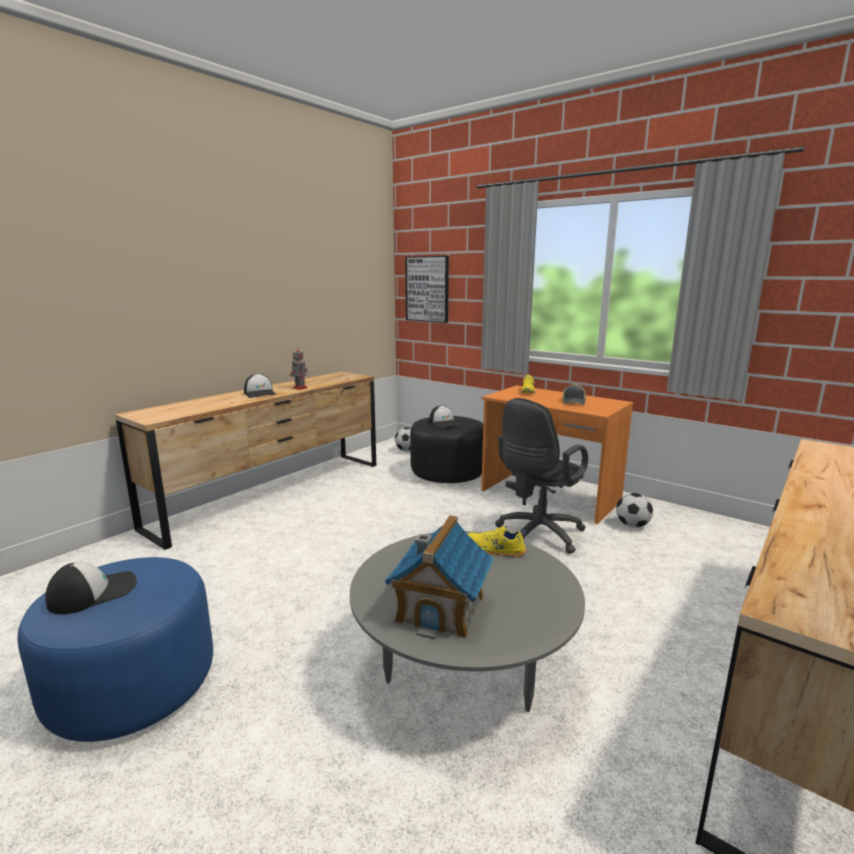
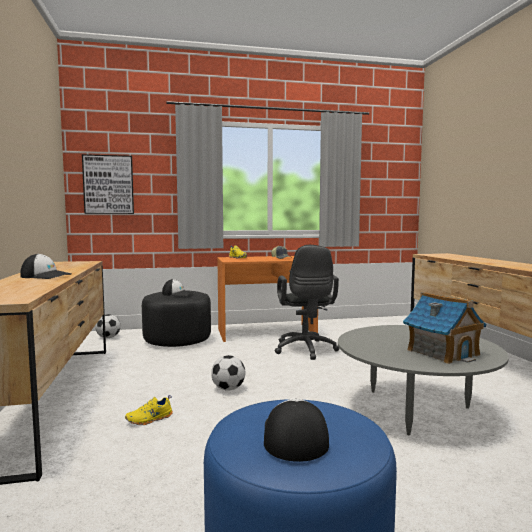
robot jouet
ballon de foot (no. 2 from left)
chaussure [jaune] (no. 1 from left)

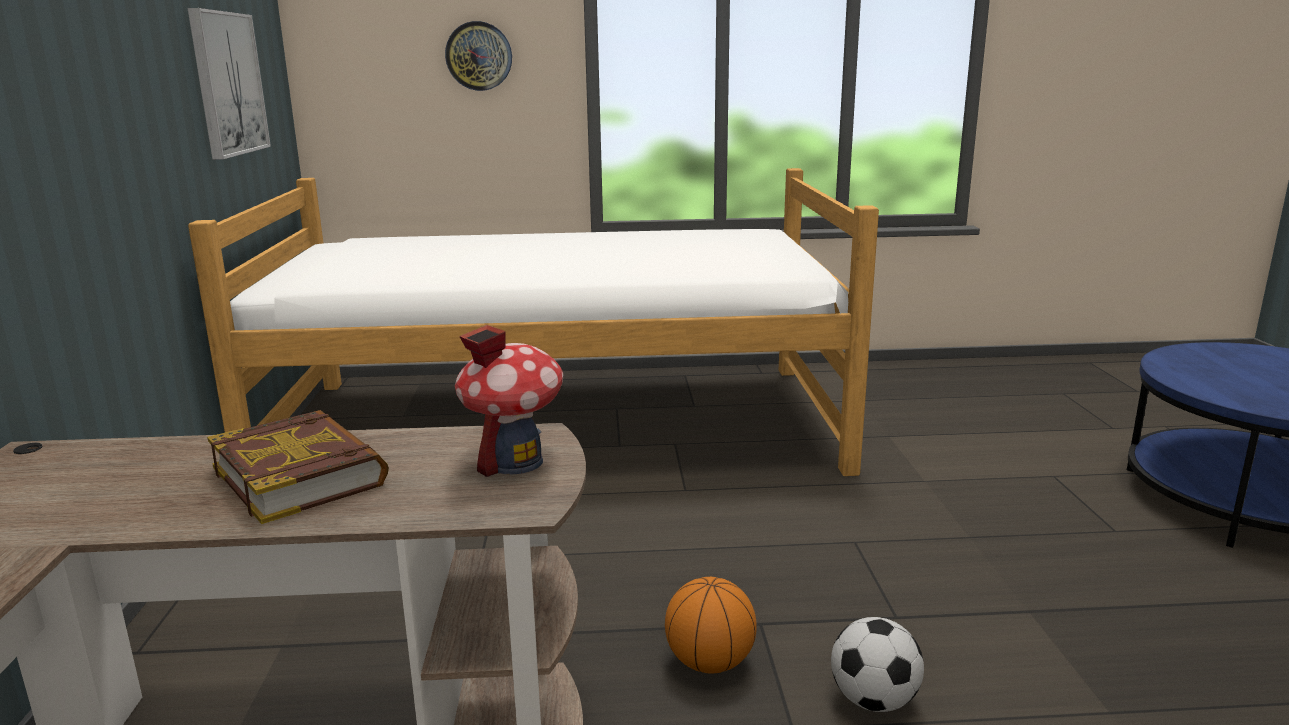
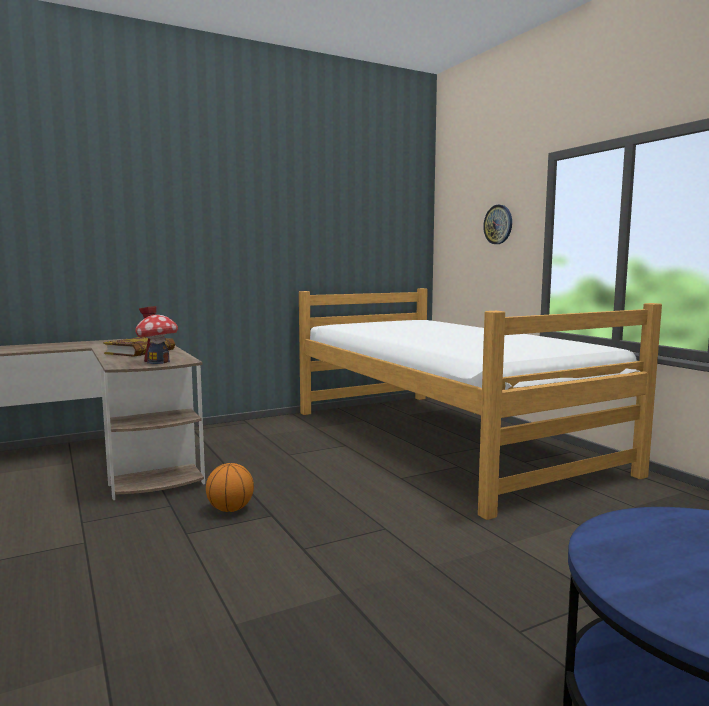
tableau
ballon de foot

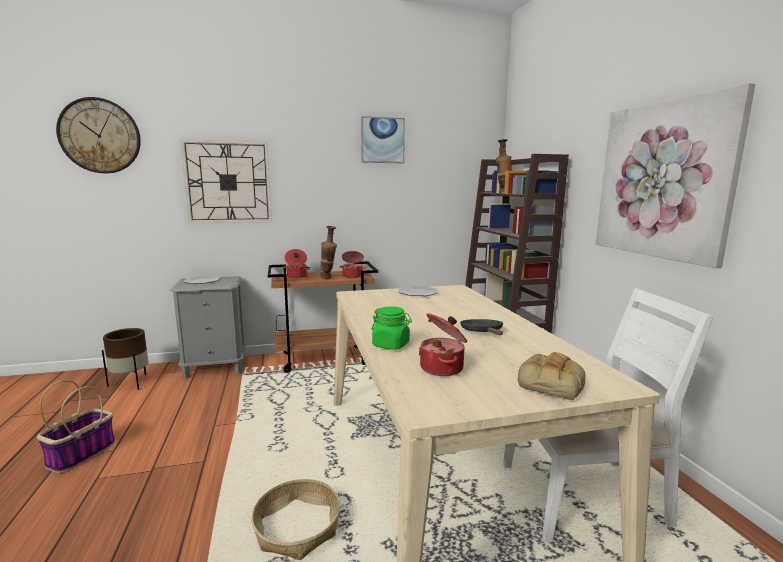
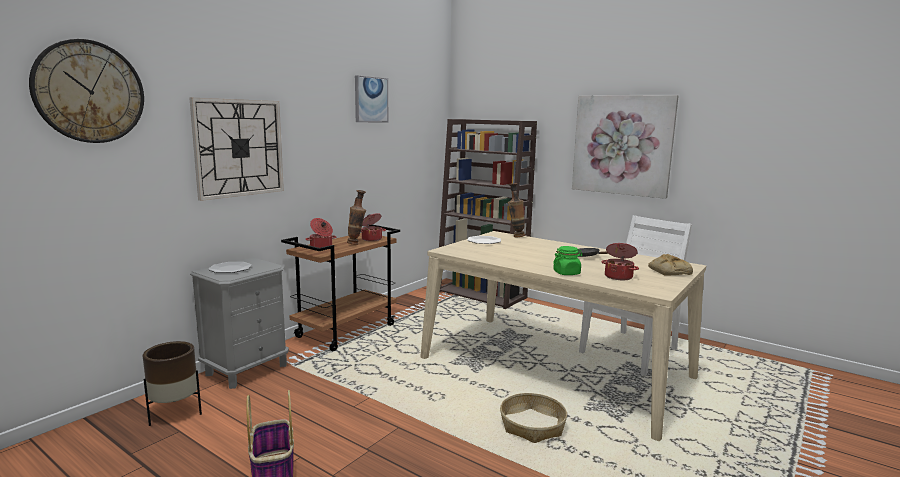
vase (no. 2 from left)

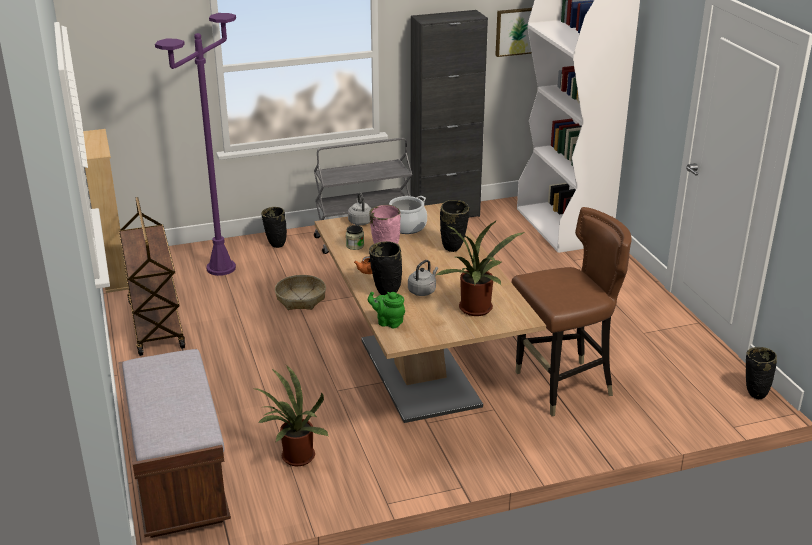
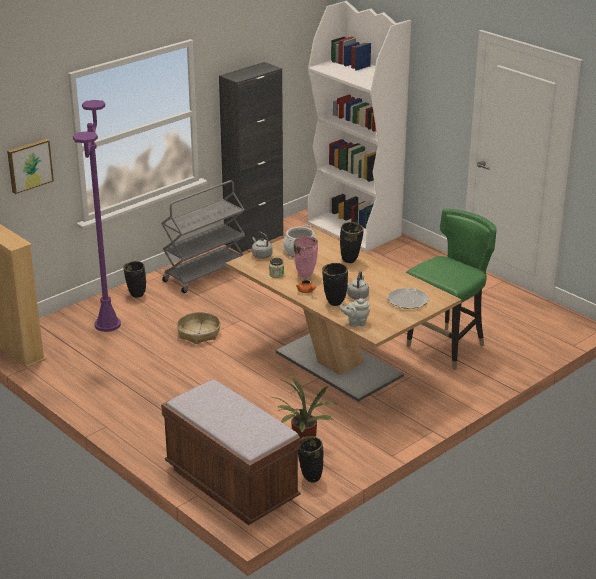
tableau
chariot [marron]
chaise [vert]
assiette
théière [gris]
vase [noir] (no. 2 from left)

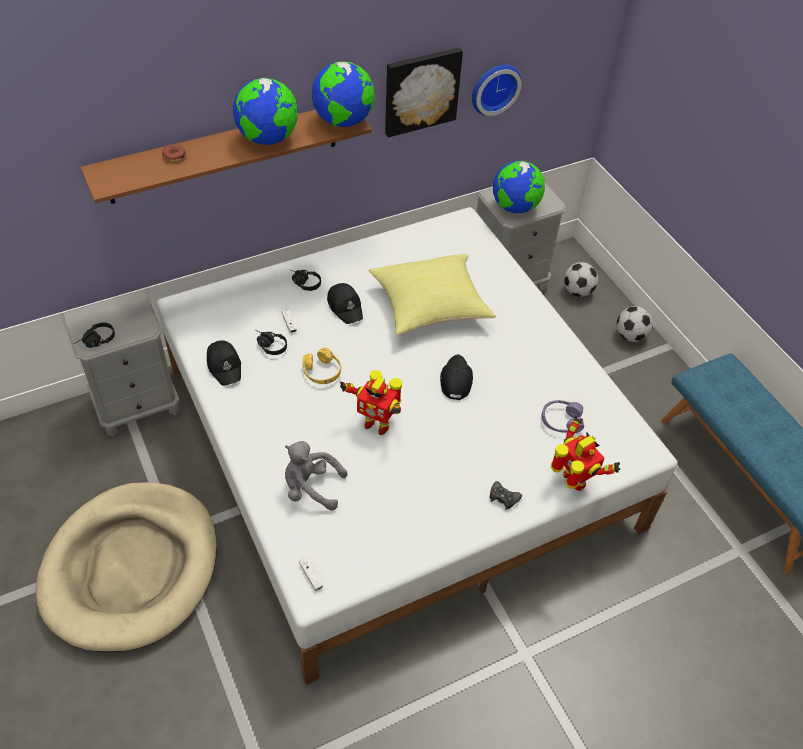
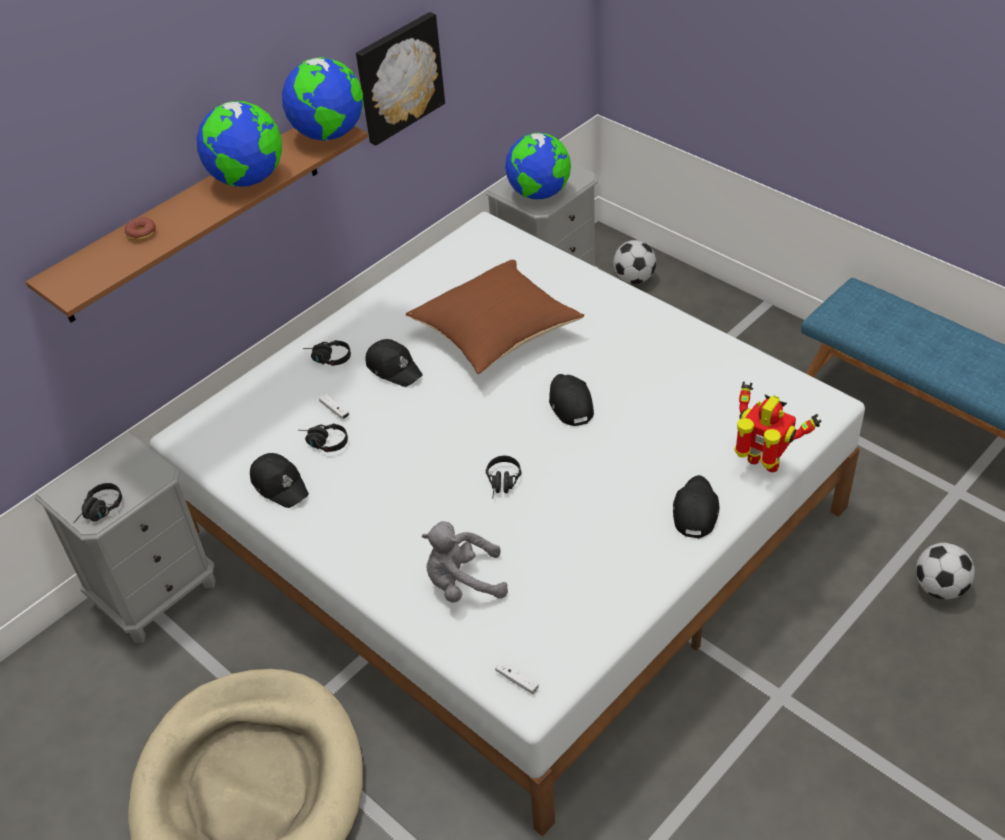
horloge murale
coussin [marron]
ballon de foot (no. 2 from left)
casque audio [jaune]
casque audio [noir] (no. 4 from left)
casque audio [violet]
casquette [noir] (no. 4 from left)

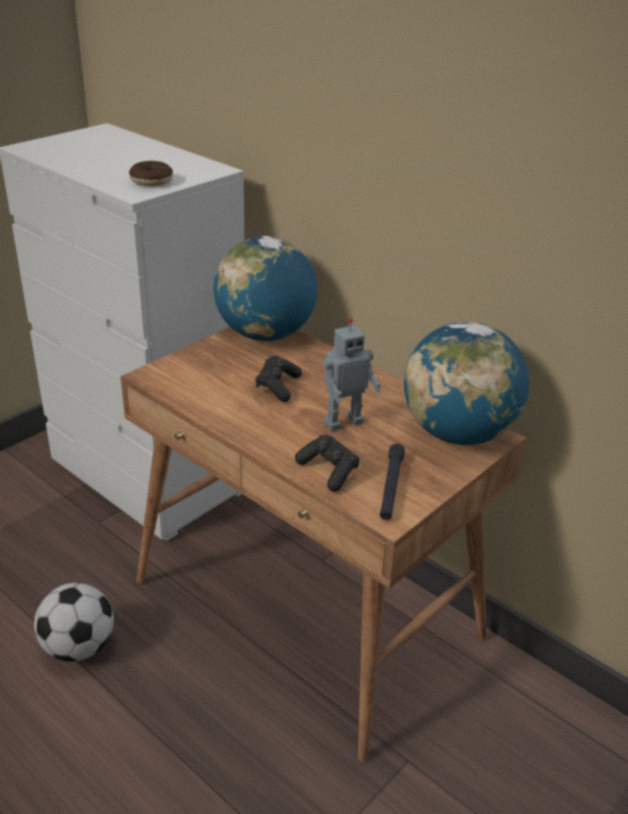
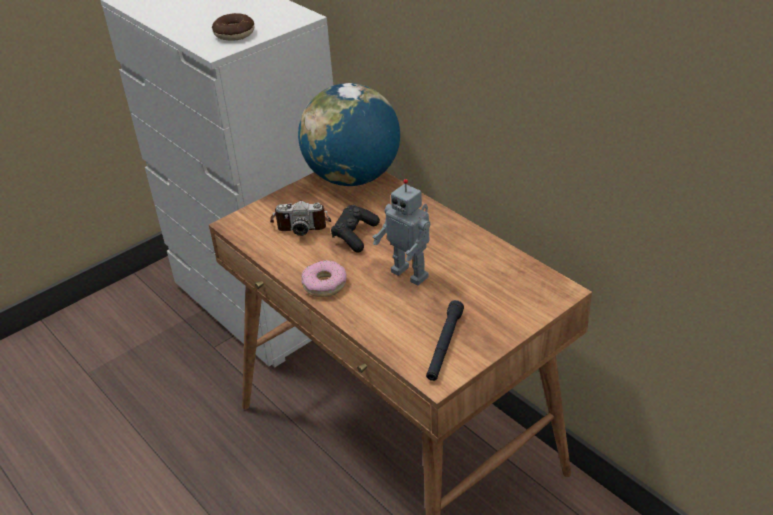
robot jouet
globe (no. 2 from left in the first image)
manette [noir] (no. 2 from left in the first image)
ballon de foot
appareil photo
beignet (no. 2 from left)

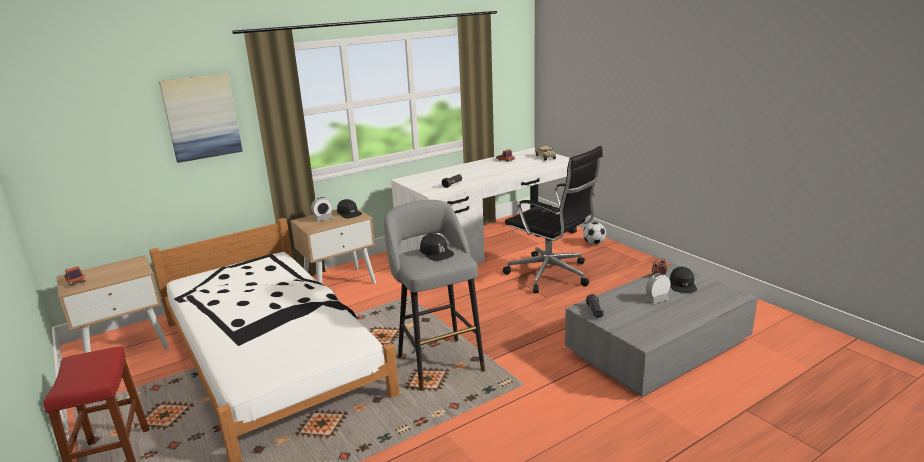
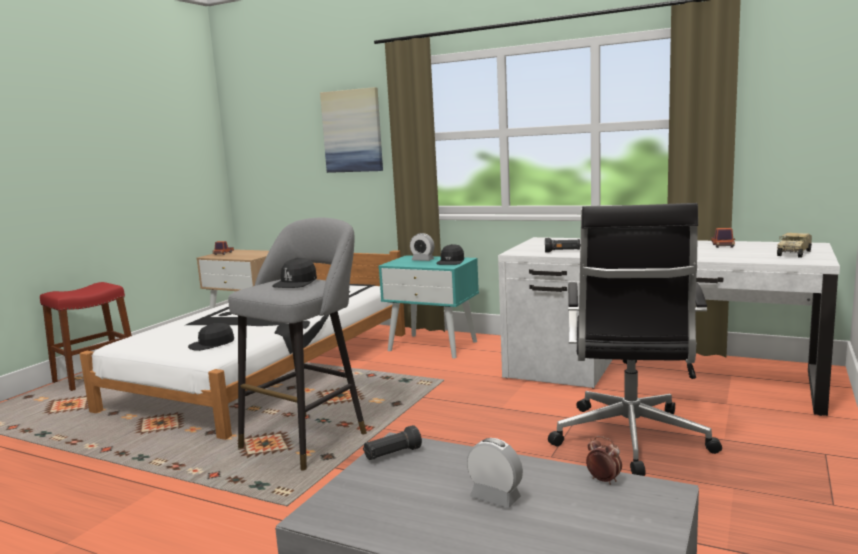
table de chevet [turquoise]
ballon de foot
casquette [noir] (no. 1 from left)

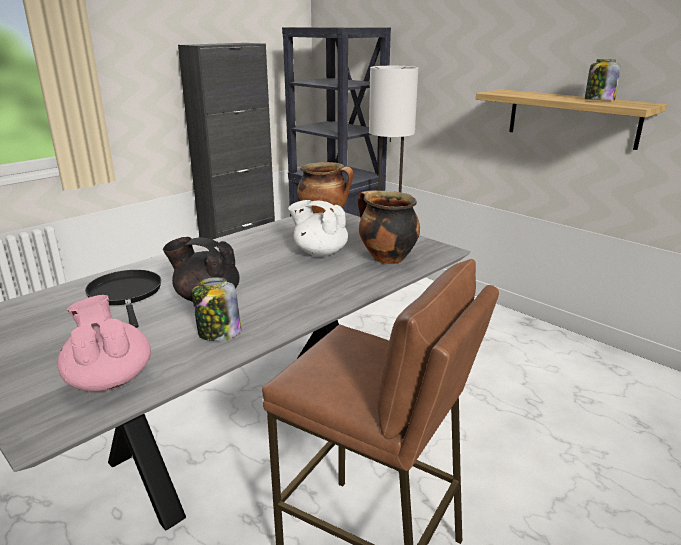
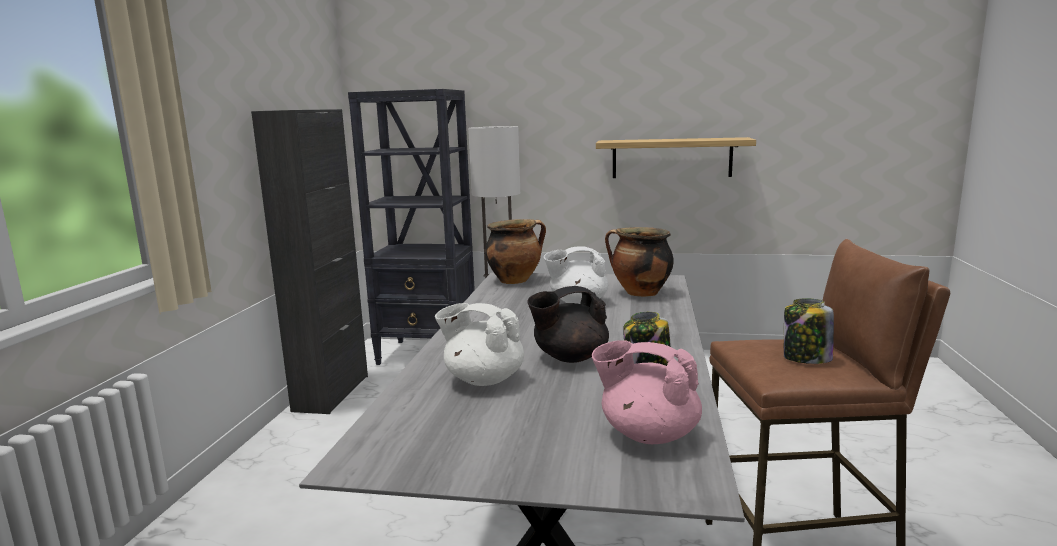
bocal (no. 2 from left)
théière [blanc] (no. 1 from left)

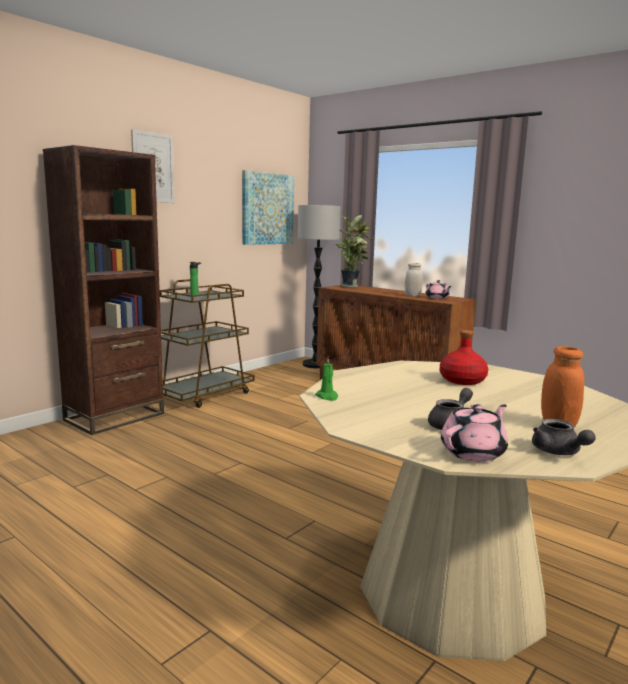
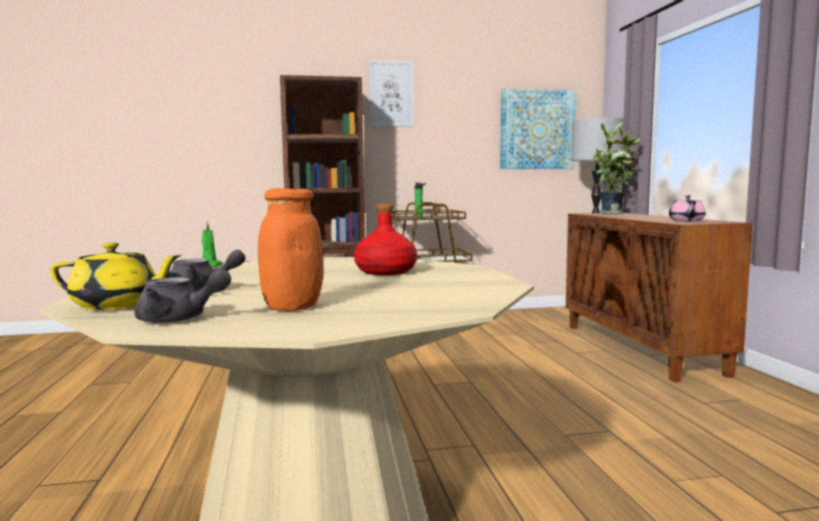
bocal [blanc]
théière [jaune]
théière [gris] (no. 1 from left)

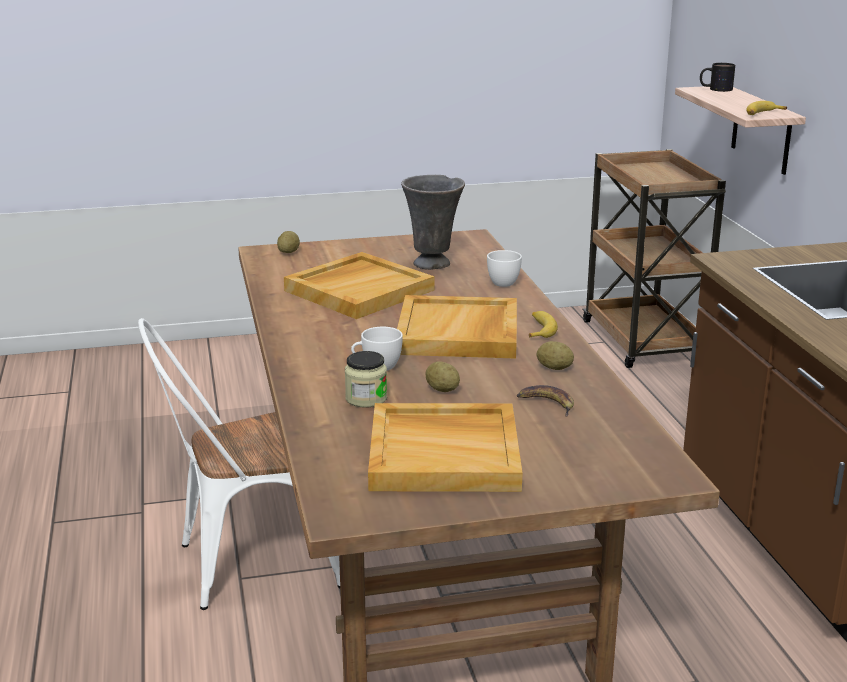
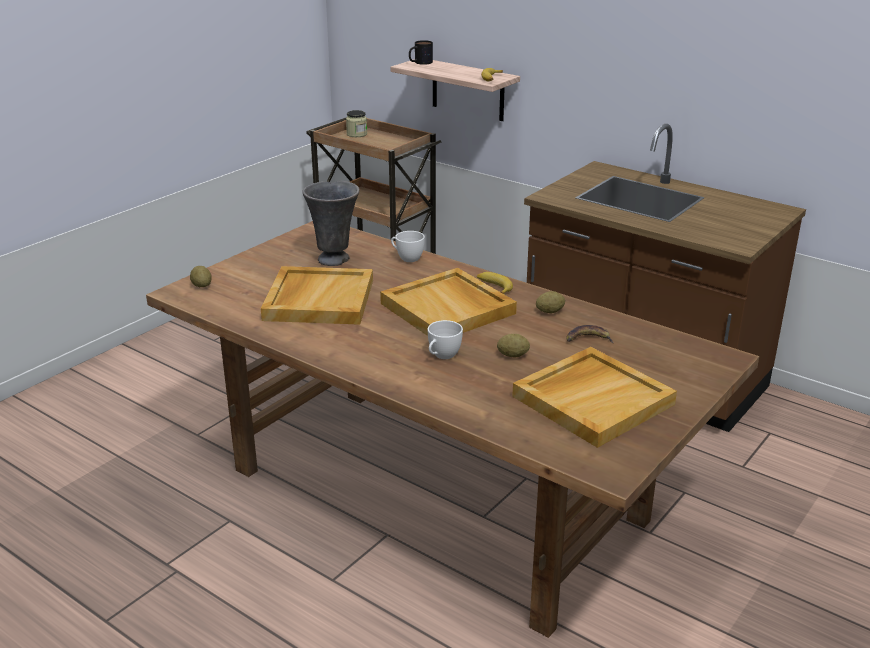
chaise [blanc]
bocal

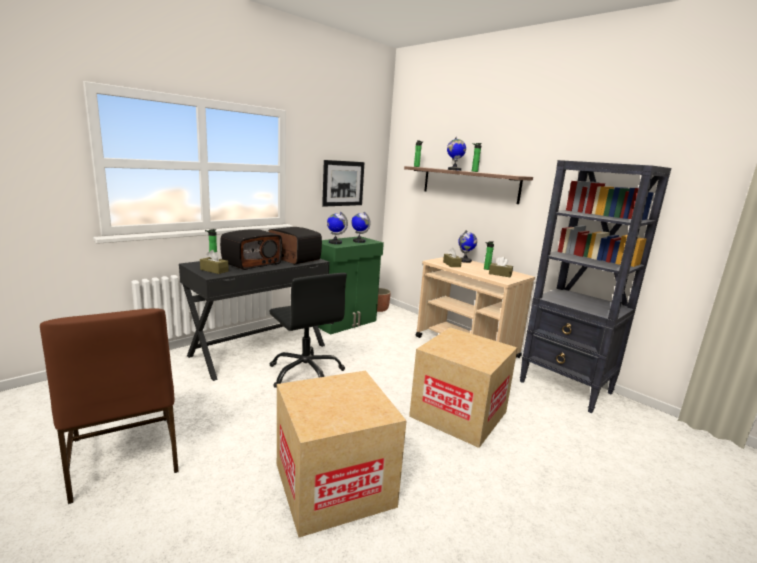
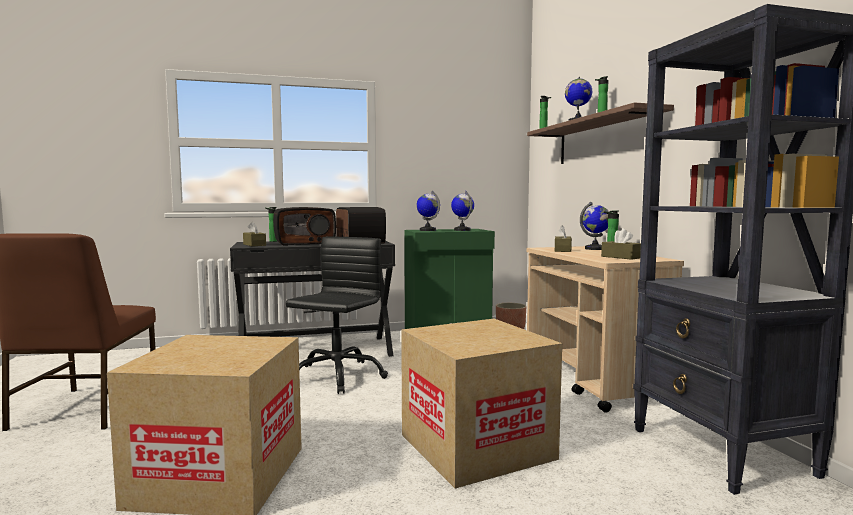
tableau
chaise de bureau [noir]

